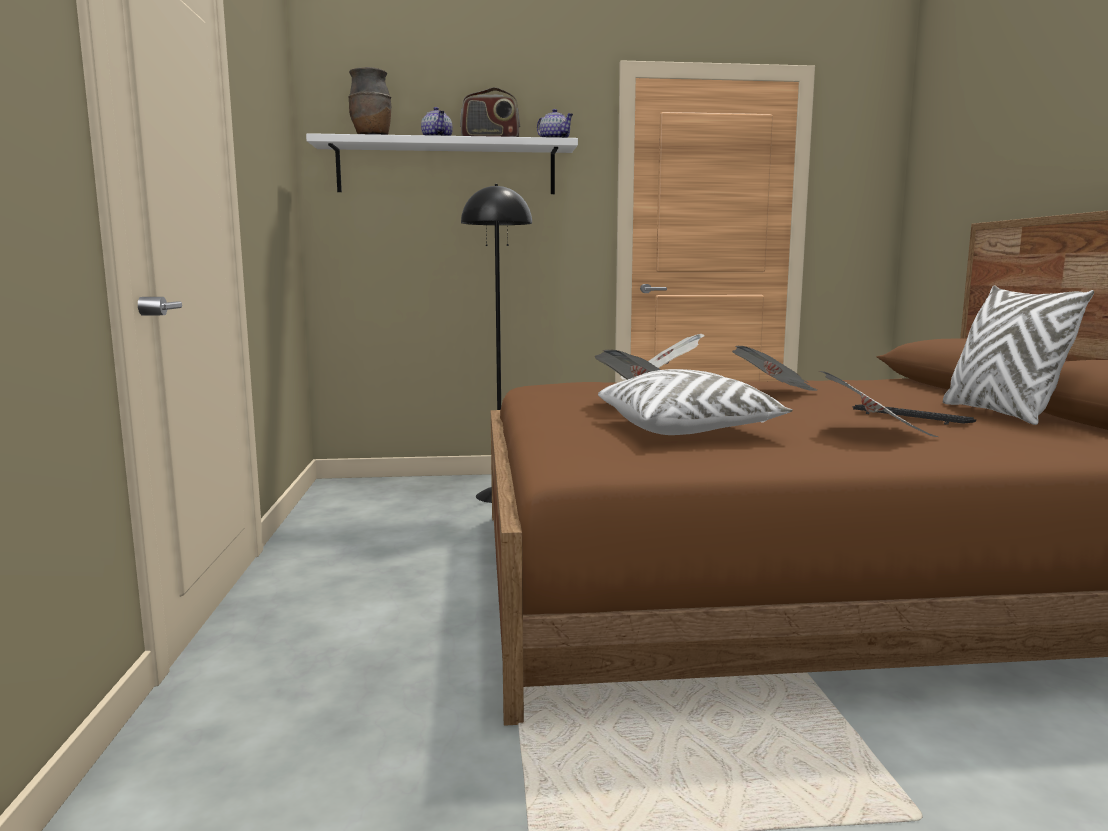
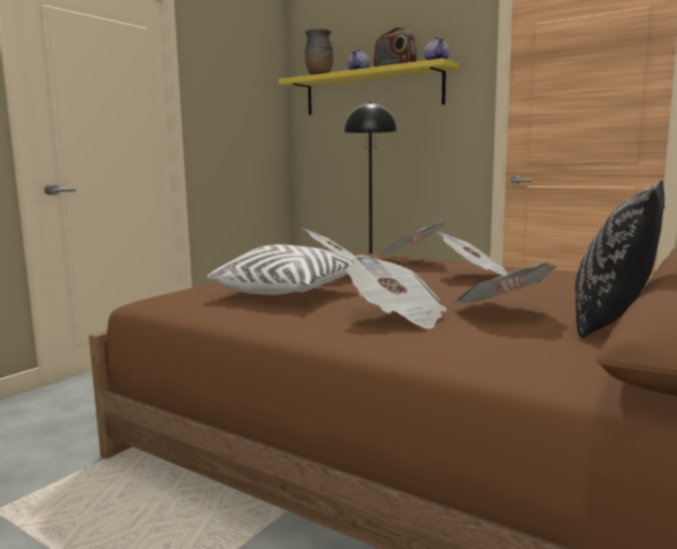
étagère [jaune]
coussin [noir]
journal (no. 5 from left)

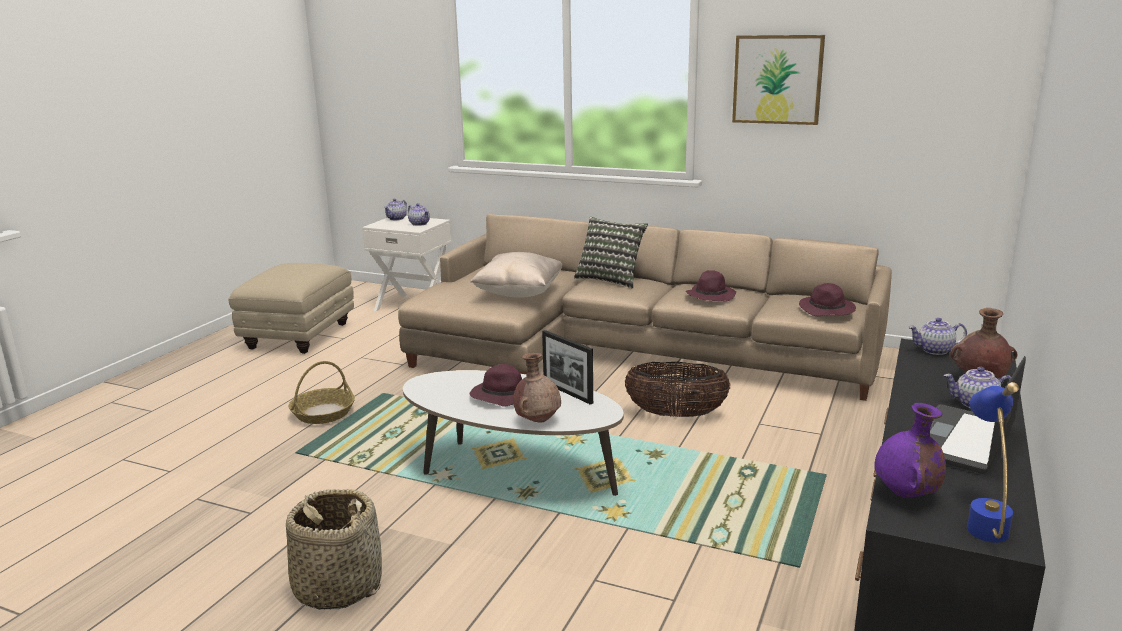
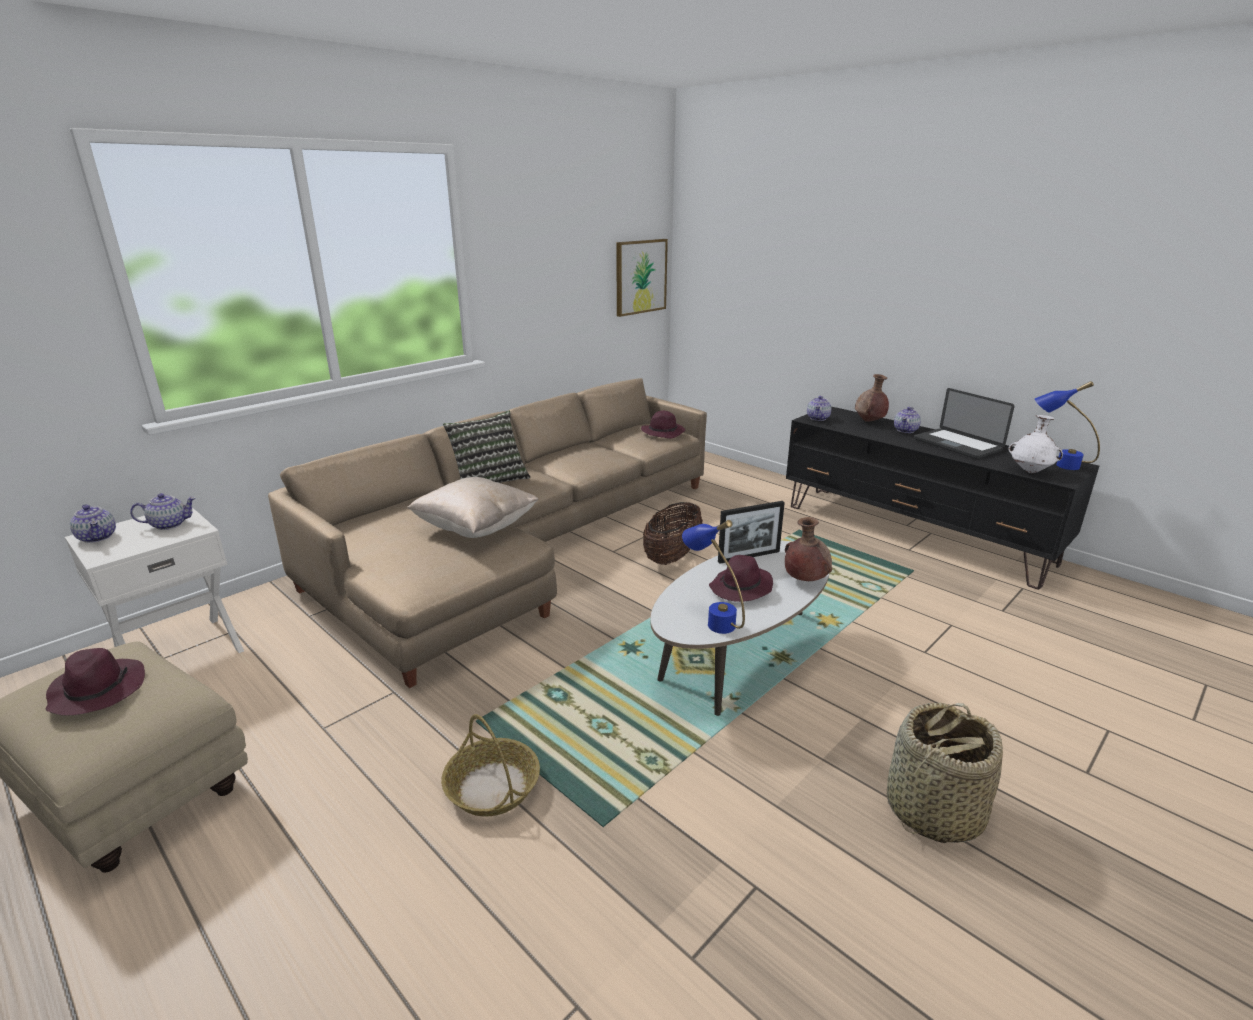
tableau
chapeau [violet] (no. 1 from left)
vase [blanc]
lampe de table [bleu] (no. 1 from left)

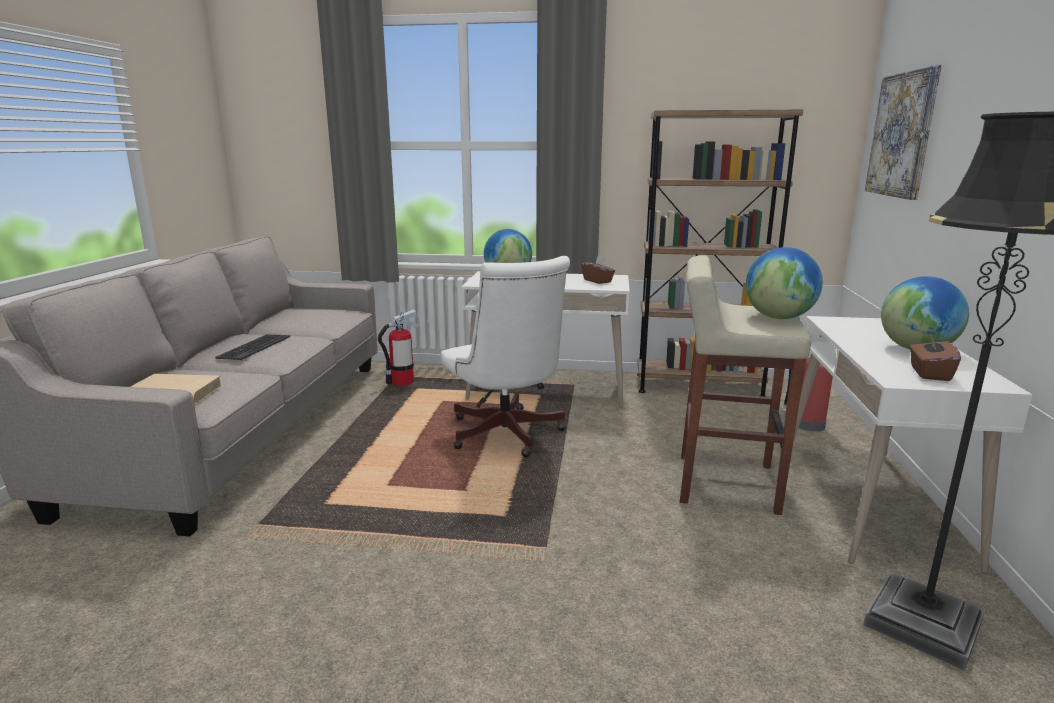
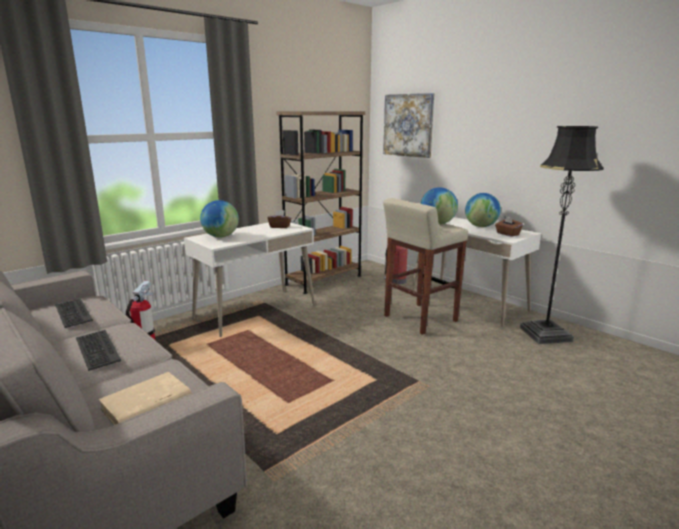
chaise de bureau [blanc]
clavier (no. 1 from left)

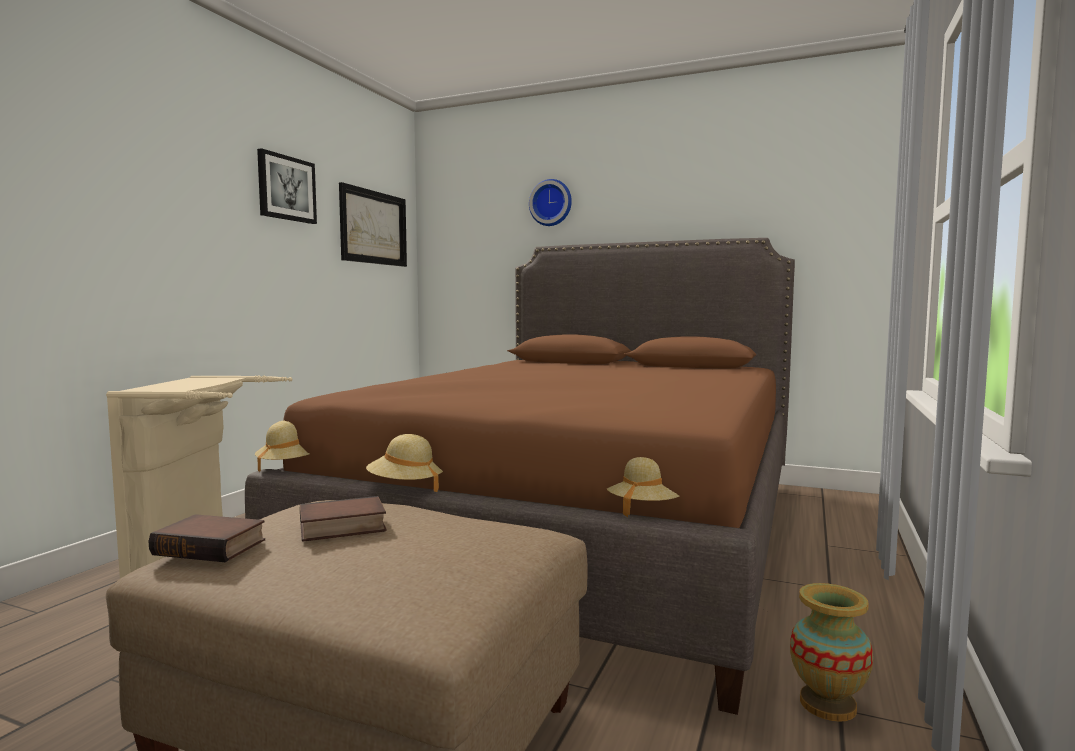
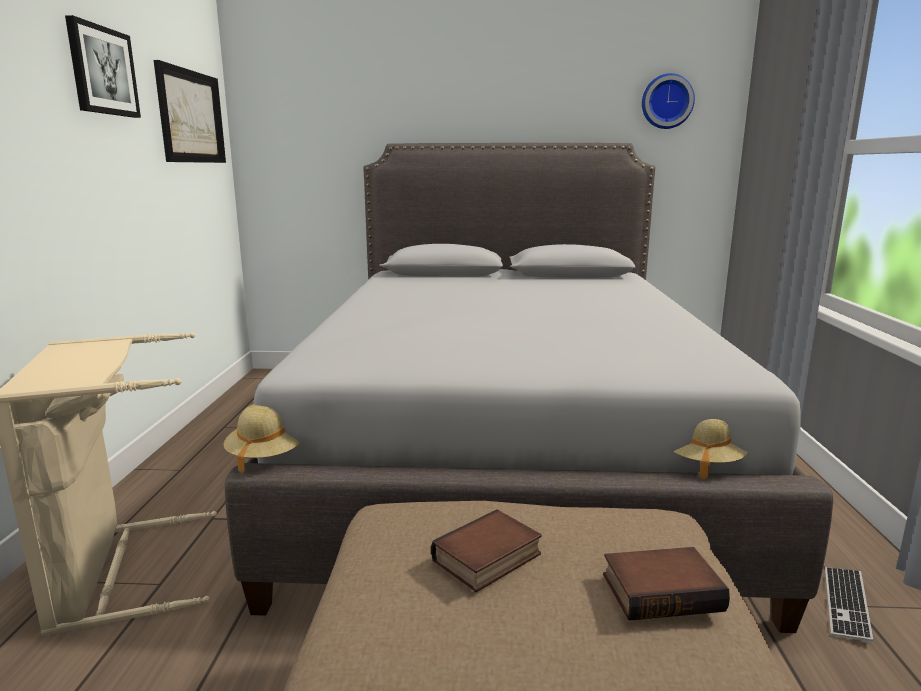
horloge murale
lit [gris]
chapeau [beige] (no. 2 from left in the first image)
livre (no. 2 from left)
clavier

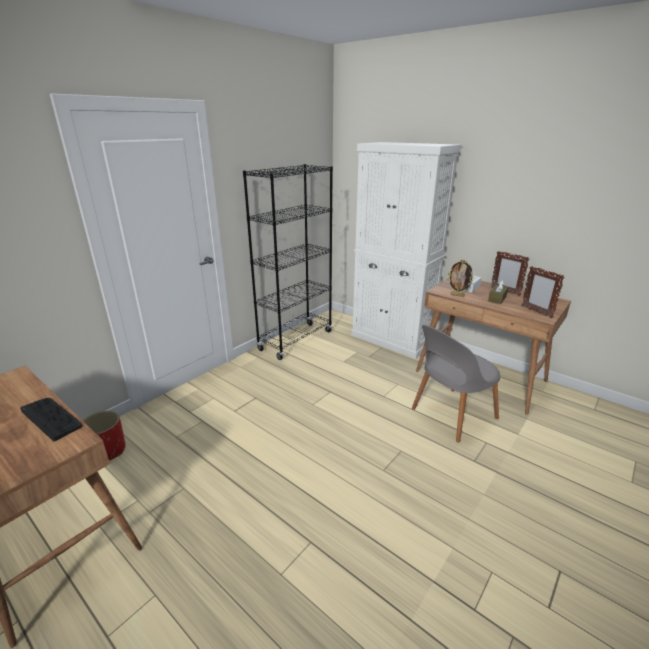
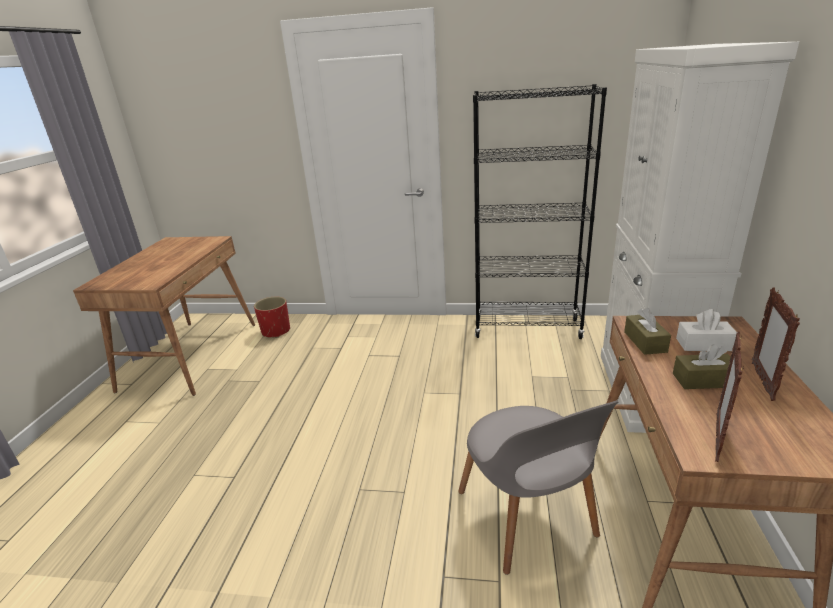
boîte à mouchoirs [marron] (no. 1 from left)
chaise [gris]
clavier

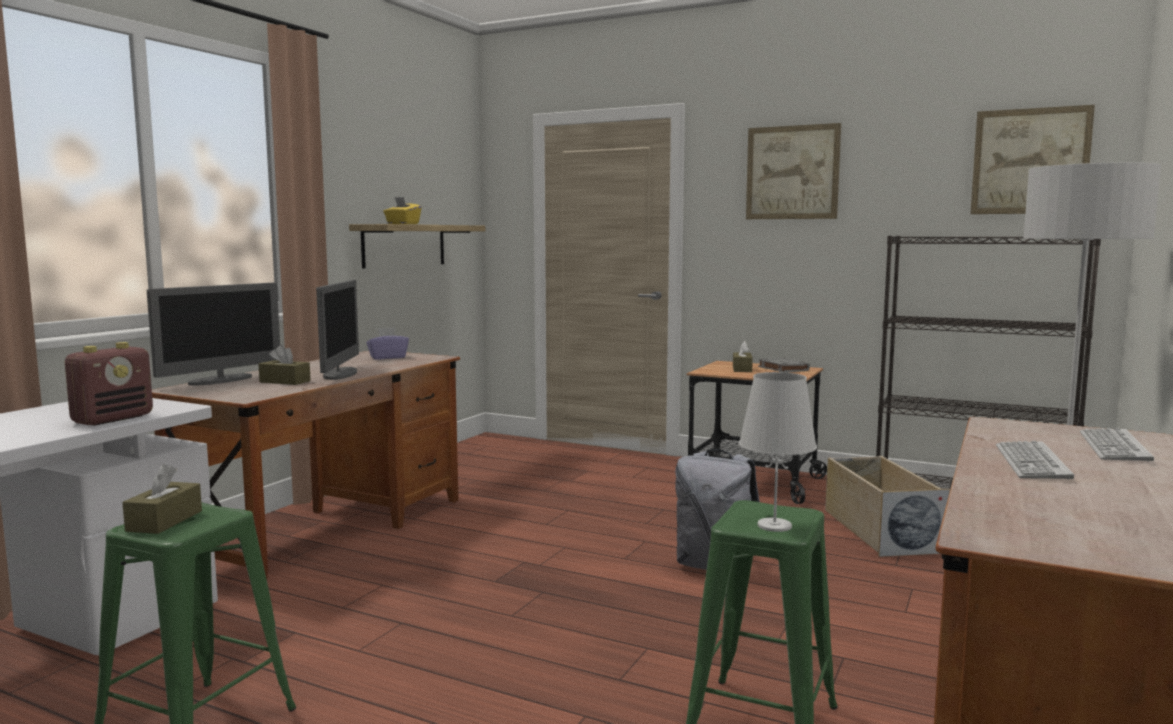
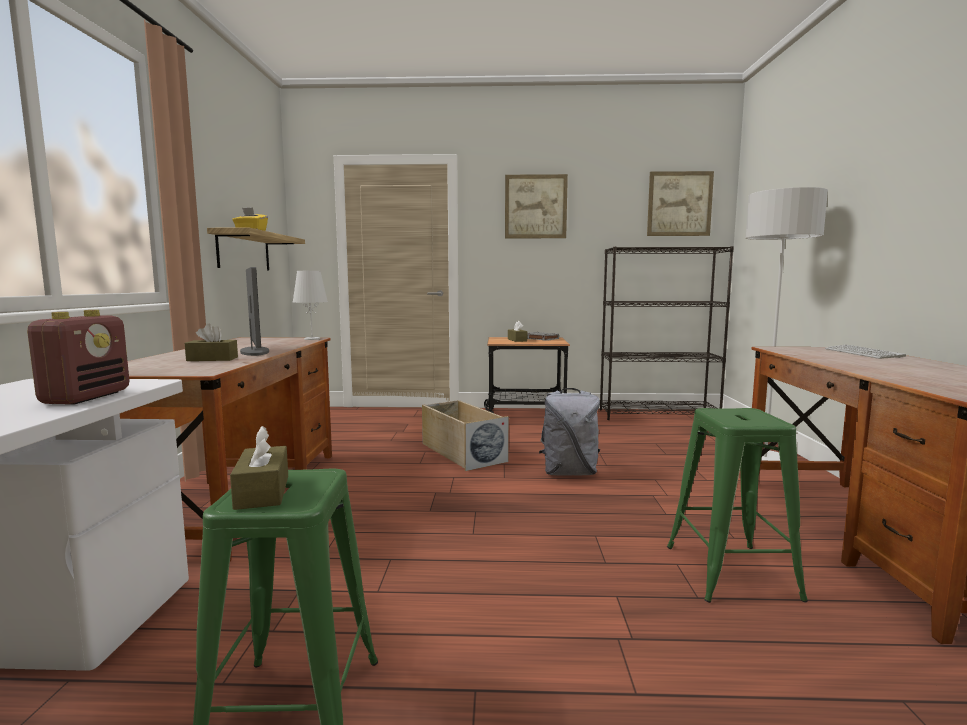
écran d'ordinateur (no. 1 from left in the first image)
boîte à mouchoirs [violet]
lampe de table [blanc]
clavier (no. 1 from left in the first image)
boîte de rangement [beige]

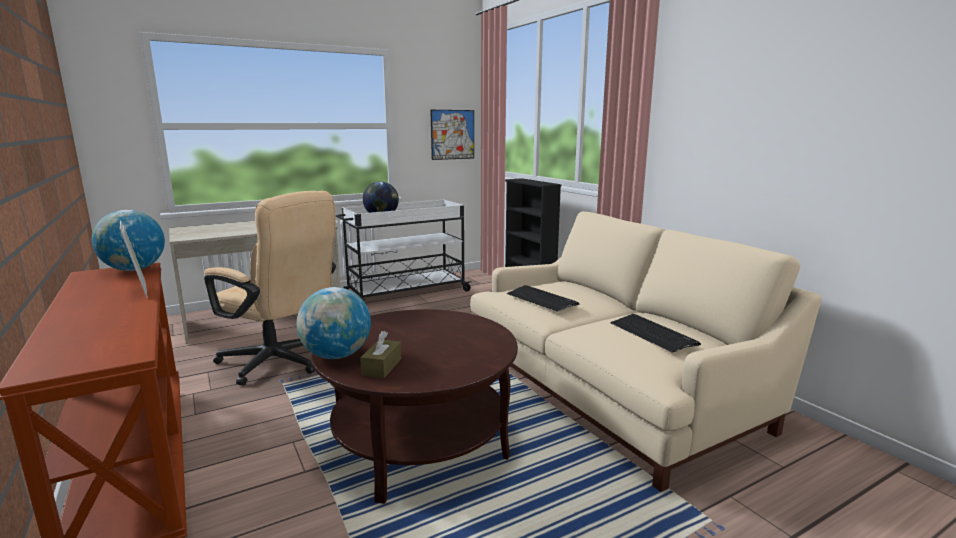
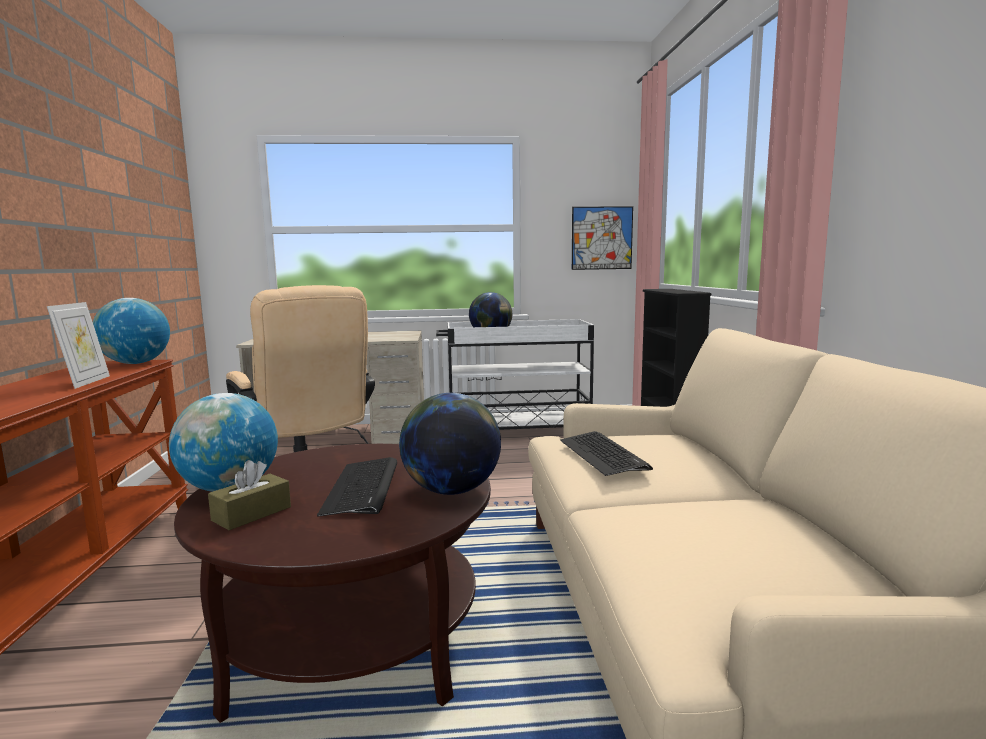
clavier (no. 1 from left)
globe (no. 3 from left)

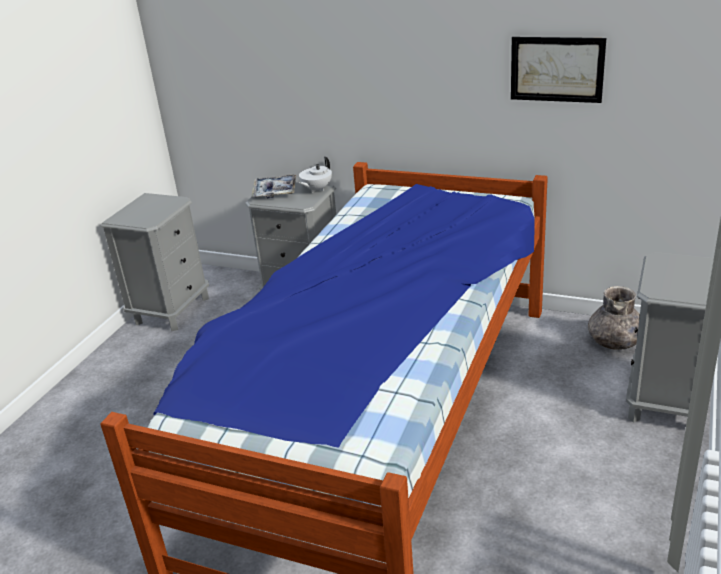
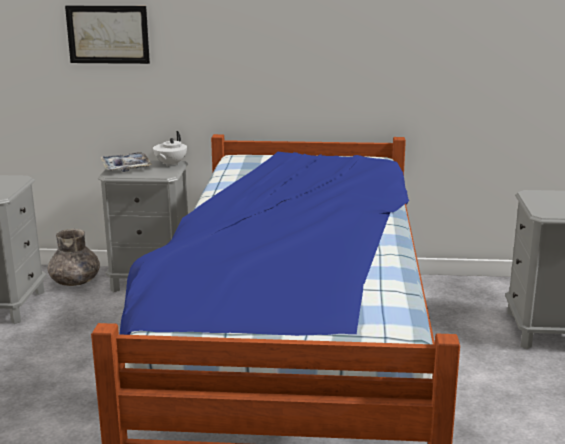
tableau
vase [gris]

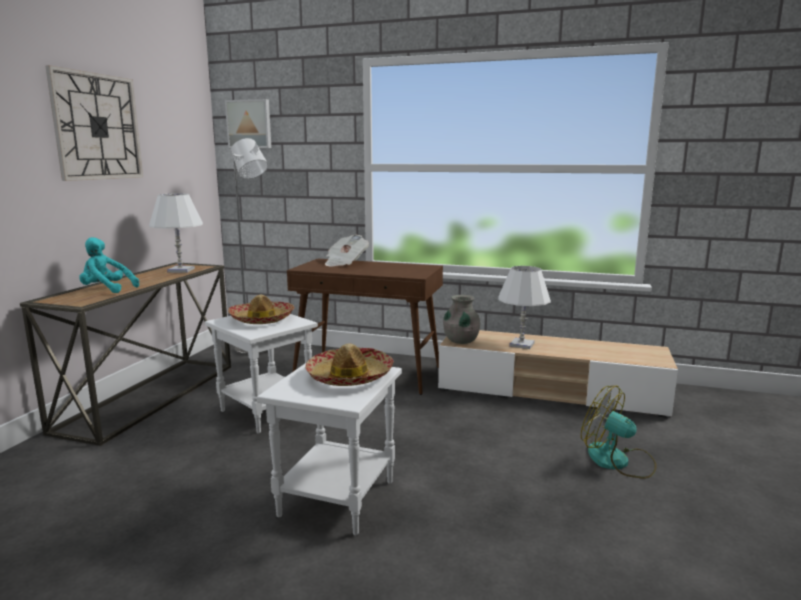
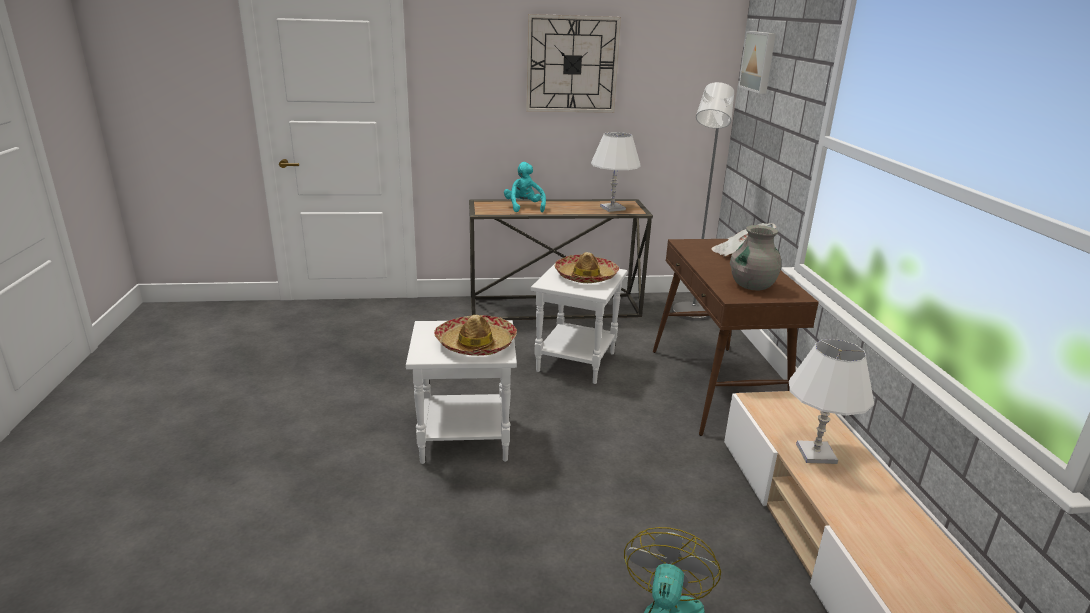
vase [gris]

